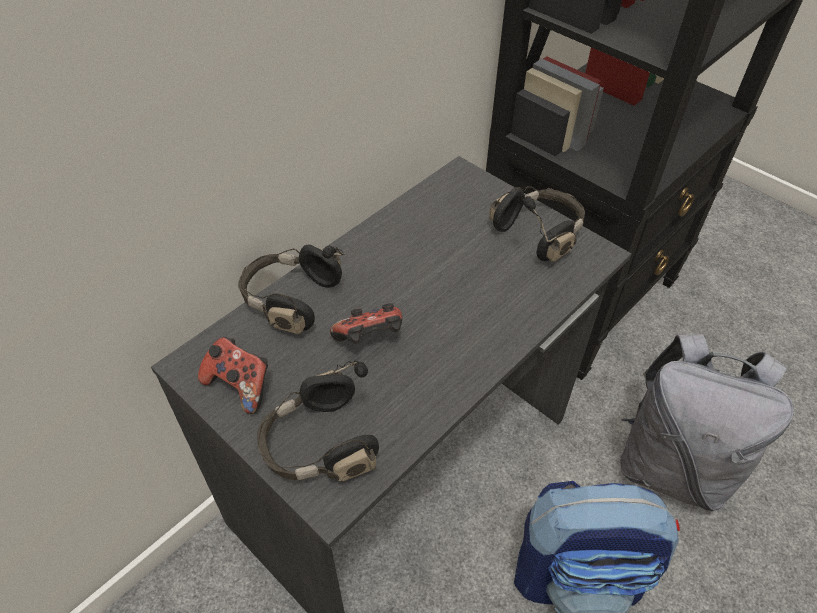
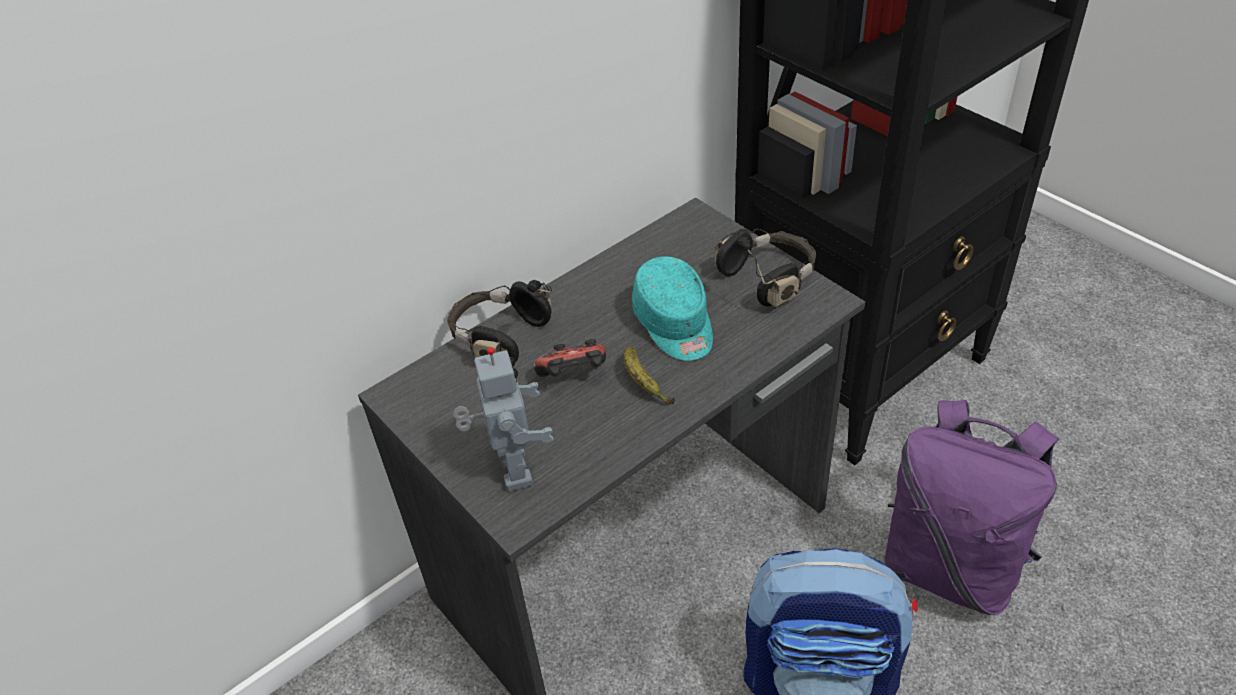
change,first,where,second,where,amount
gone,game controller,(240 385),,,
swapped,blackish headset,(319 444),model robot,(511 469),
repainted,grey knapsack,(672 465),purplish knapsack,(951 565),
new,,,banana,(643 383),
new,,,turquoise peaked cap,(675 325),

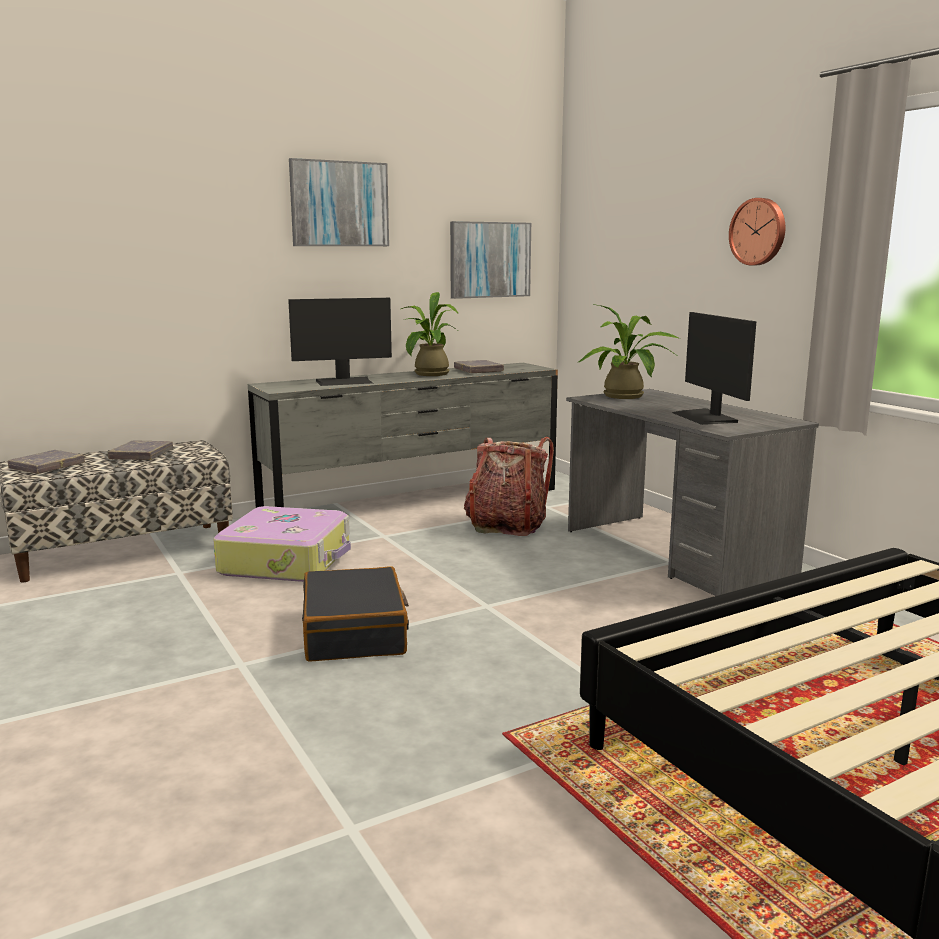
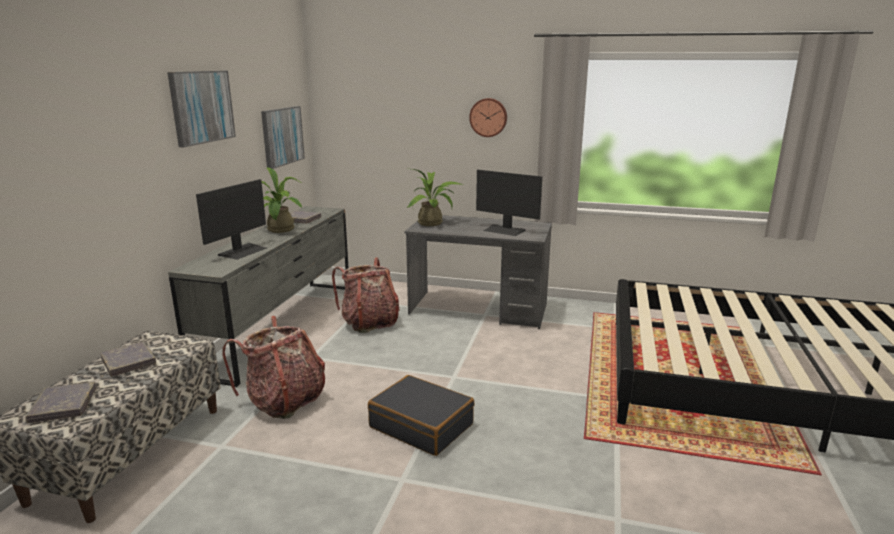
change,first,where,second,where,amount
swapped,travel case,(287 561),knapsack,(284 401),

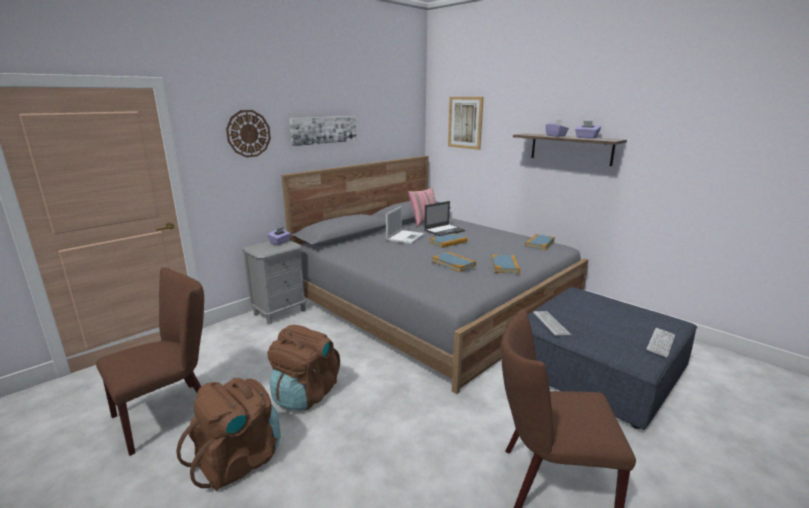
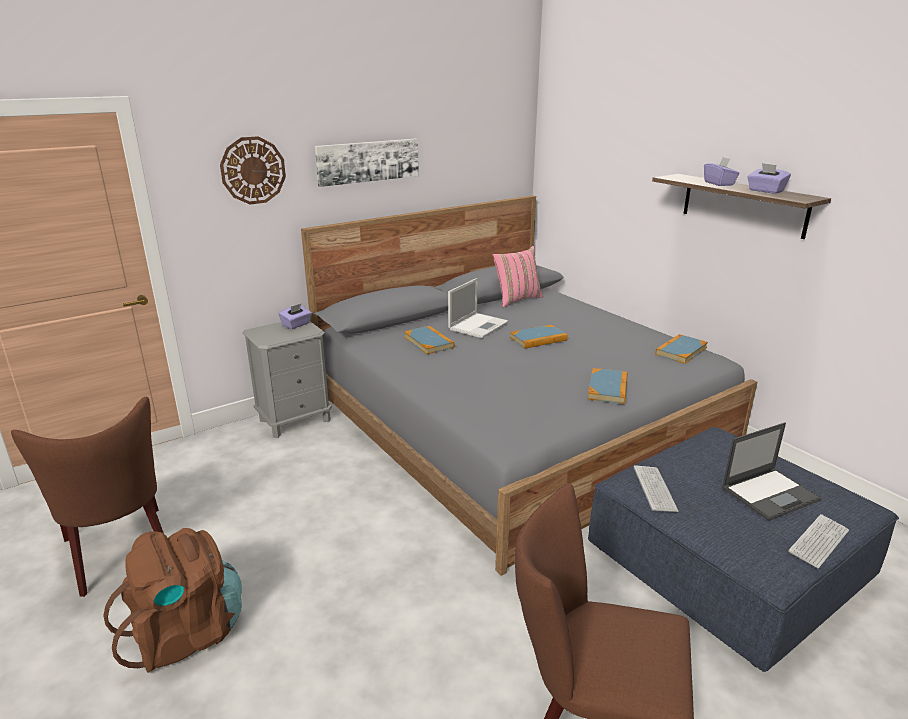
change,first,where,second,where,amount
rotated,brown-coloured upright chair,(171 412),,(121 554),90 degrees clockwise
gone,brown-coloured knapsack,(305 394),,,
shifted,notebook computer,(444 230),,(770 493),
shifted,bound book,(453 263),,(428 342),
gone,picture,(465 122),,,

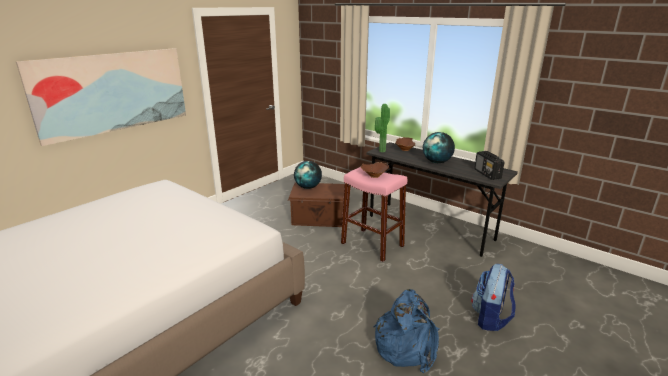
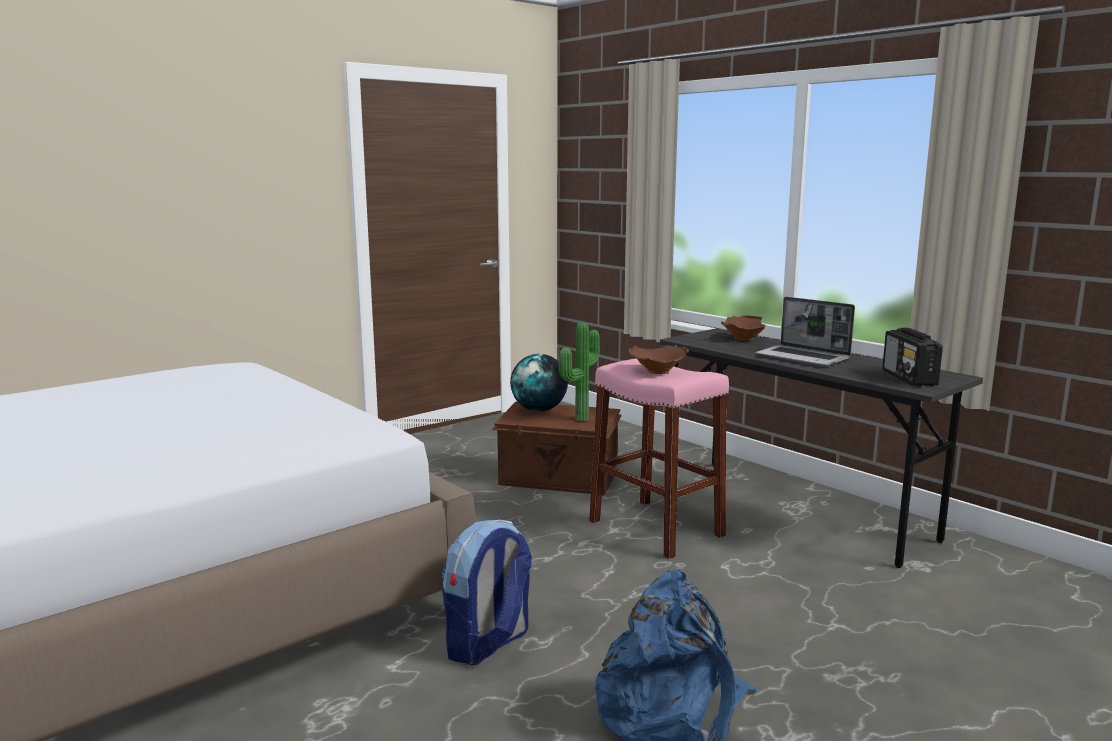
change,first,where,second,where,amount
gone,picture,(113 92),,,
shifted,houseplant,(381 151),,(579 418),
swapped,desk globe,(437 162),notebook computer,(803 358),
shifted,knapsack,(490 318),,(488 644),

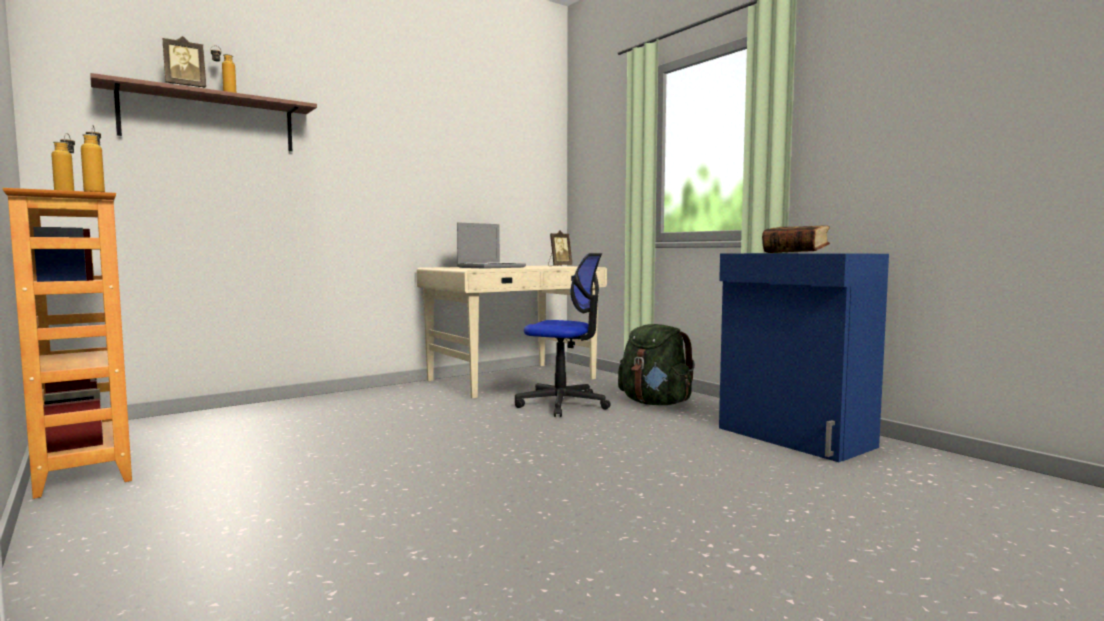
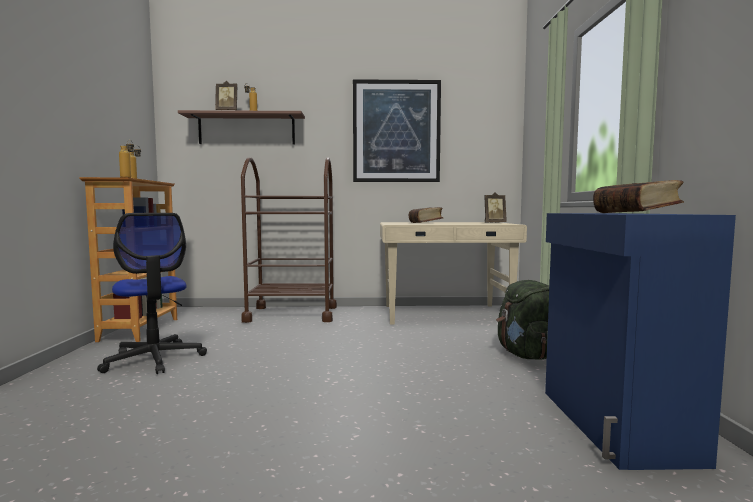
change,first,where,second,where,amount
swapped,notebook computer,(491 267),bound book,(425 223),
shifted,desk chair,(563 404),,(154 359),
new,,,brown-coloured trolley,(292 314),
new,,,picture,(396 131),

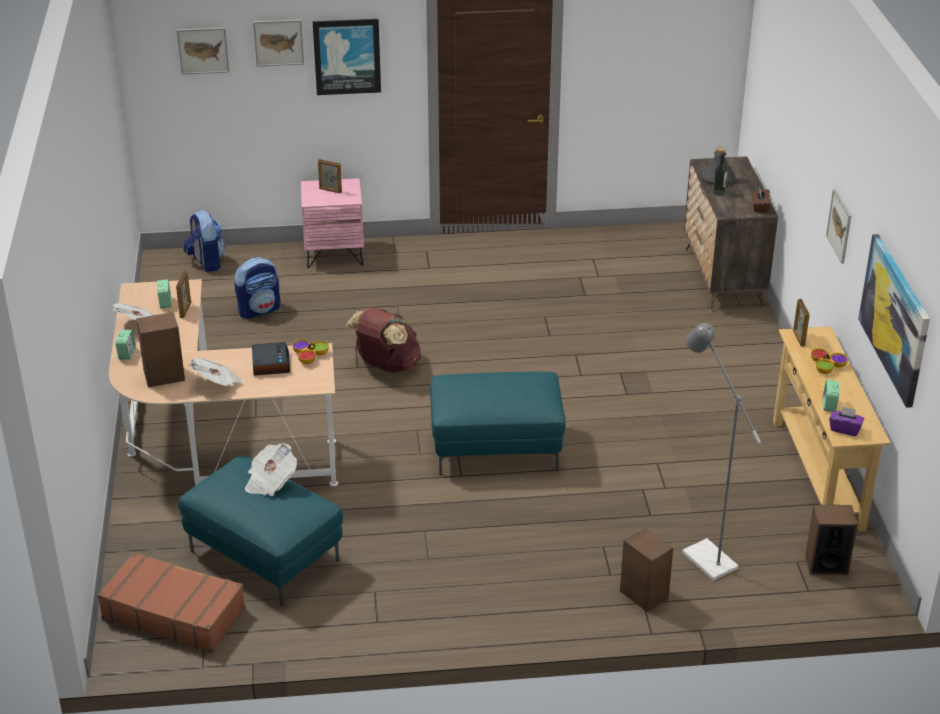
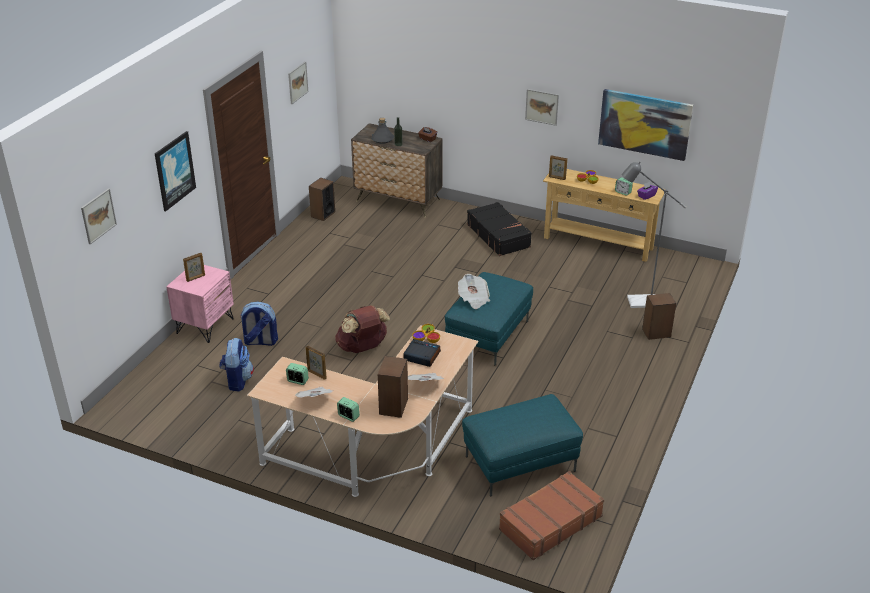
change,first,where,second,where,amount
shifted,knapsack,(206 262),,(260 341),
shifted,printed paper,(270 481),,(473 299),
shifted,picture,(278 42),,(297 82),
shifted,speaker,(826 564),,(323 214),
new,,,blackish travel case,(498 236),

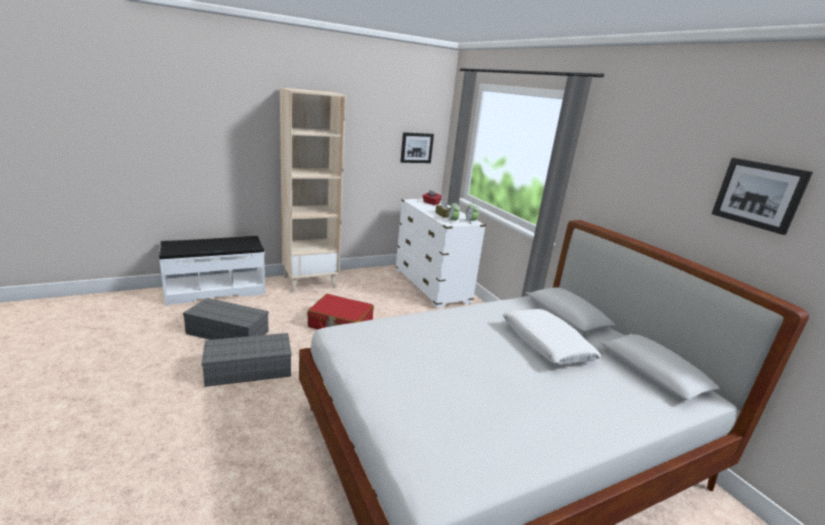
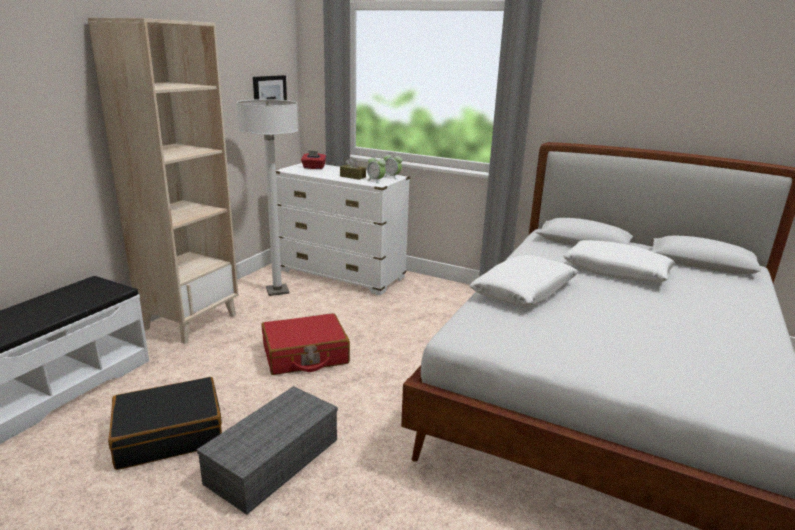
change,first,where,second,where,amount
swapped,grey storage bin,(226 332),blackish travel case,(169 434),
gone,picture,(759 194),,,
new,,,whitish floor lamp,(277 291),
new,,,whitish pillow,(524 291),

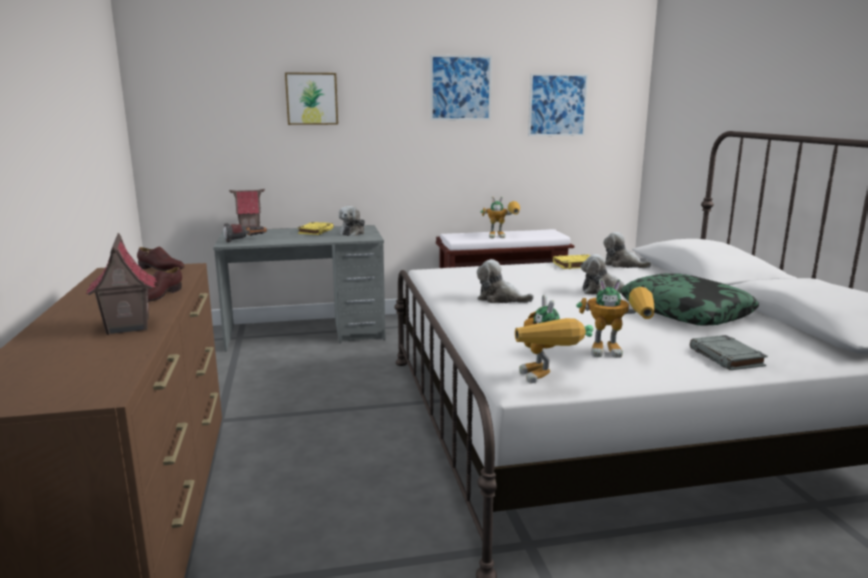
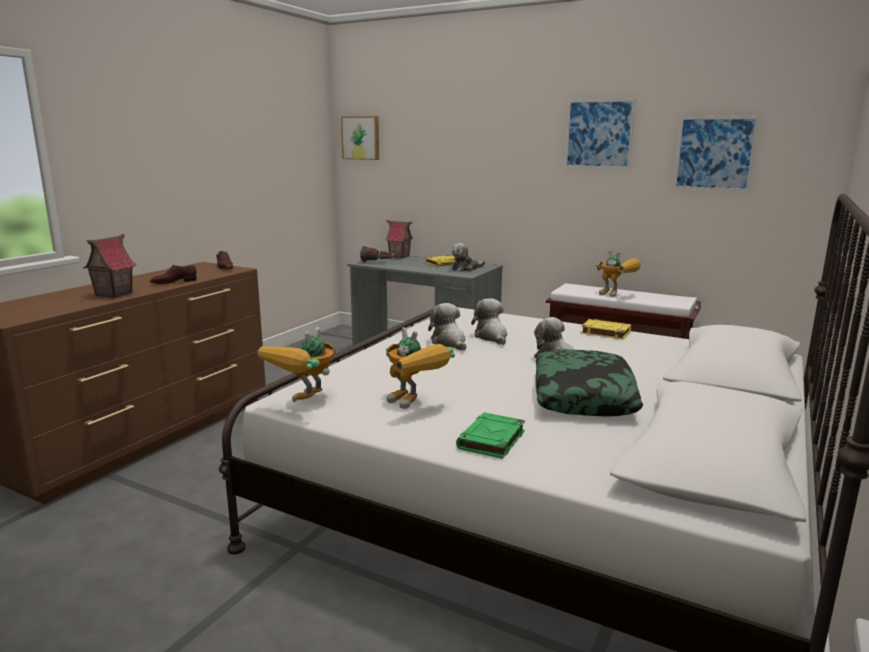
change,first,where,second,where,amount
shifted,picture,(311 99),,(361 138),
shifted,plush toy,(622 265),,(491 337),
repainted,grey bound book,(727 357),green bound book,(491 440),

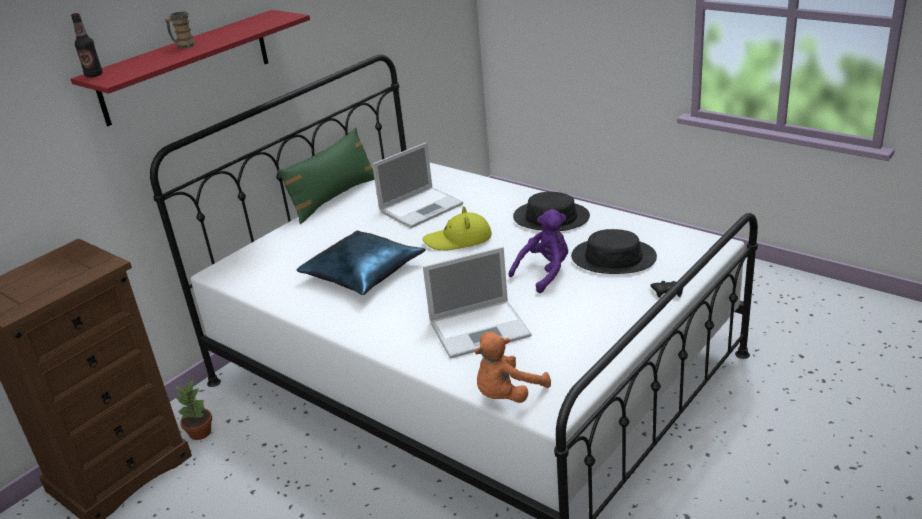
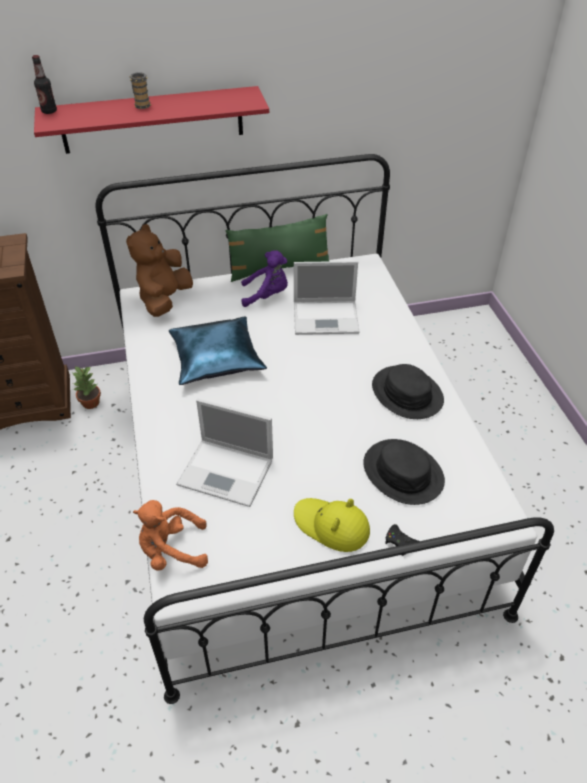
change,first,where,second,where,amount
shifted,yellowish clothing hat,(458 239),,(331 526),
shifted,purplish plush toy,(545 273),,(267 295),
new,,,brown-coloured plush toy,(164 300),

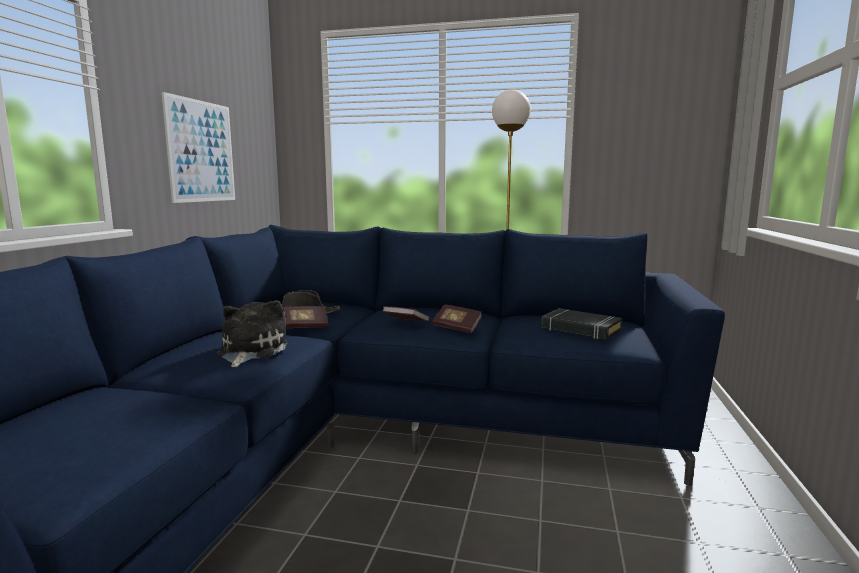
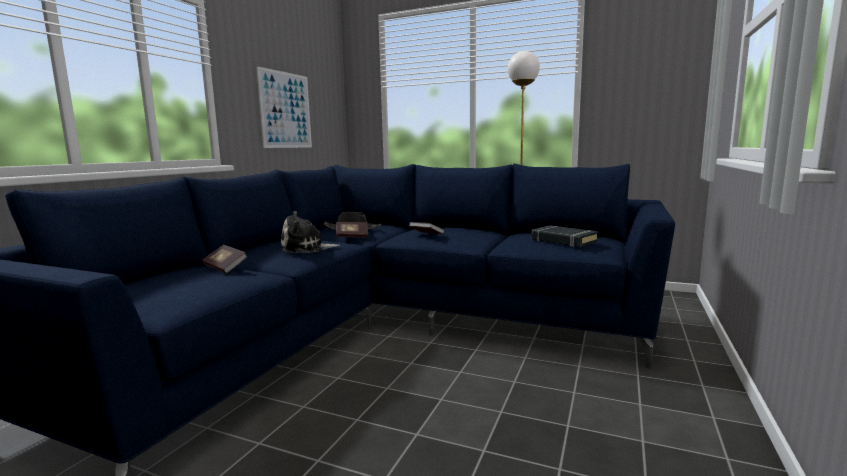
change,first,where,second,where,amount
rotated,plush toy,(250 351),,(306 248),120 degrees counterclockwise
shifted,bound book,(457 328),,(225 268),

